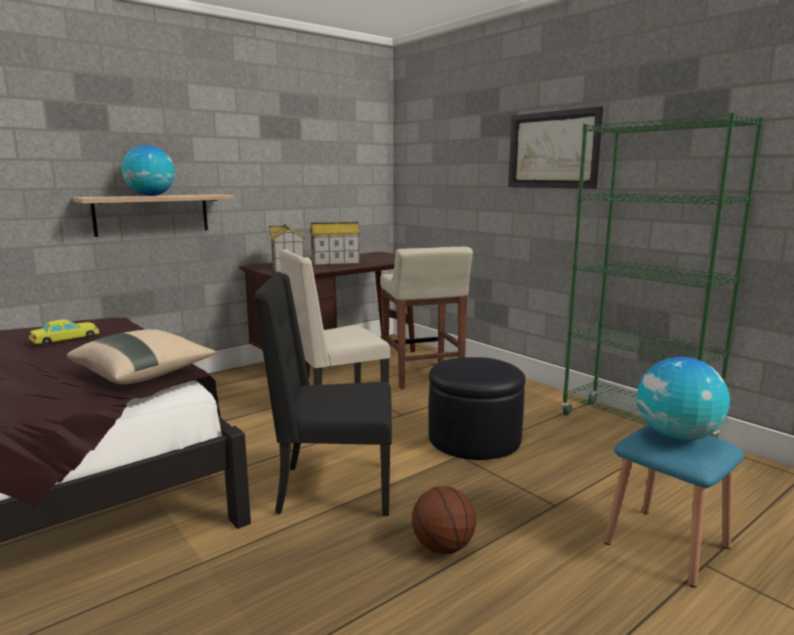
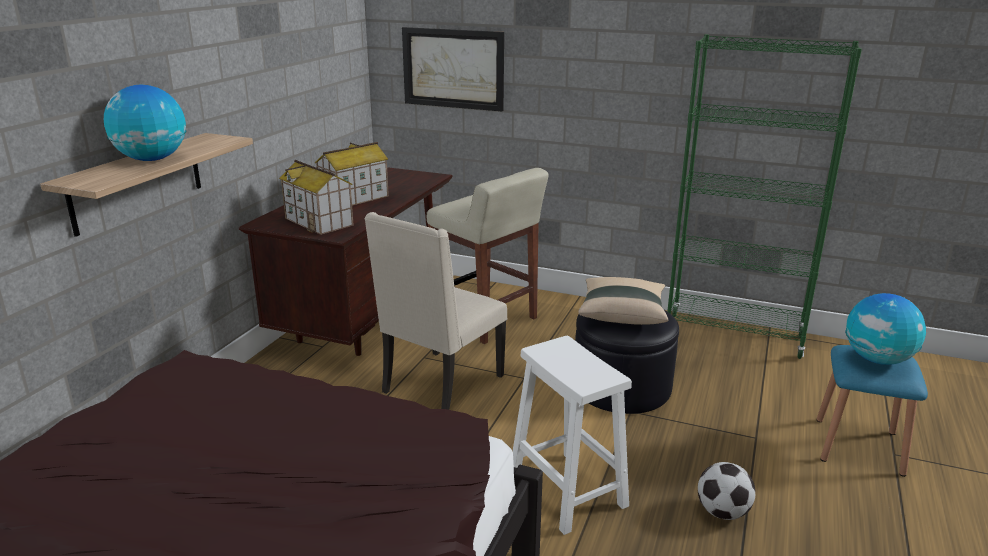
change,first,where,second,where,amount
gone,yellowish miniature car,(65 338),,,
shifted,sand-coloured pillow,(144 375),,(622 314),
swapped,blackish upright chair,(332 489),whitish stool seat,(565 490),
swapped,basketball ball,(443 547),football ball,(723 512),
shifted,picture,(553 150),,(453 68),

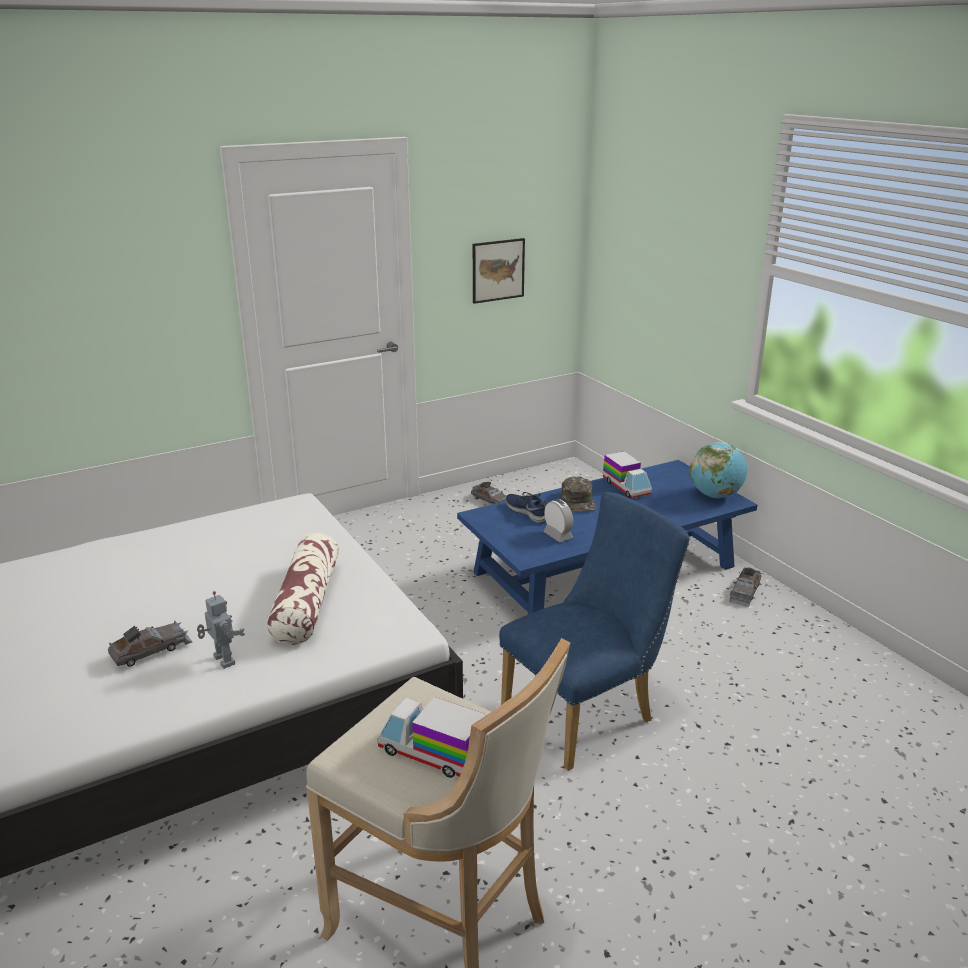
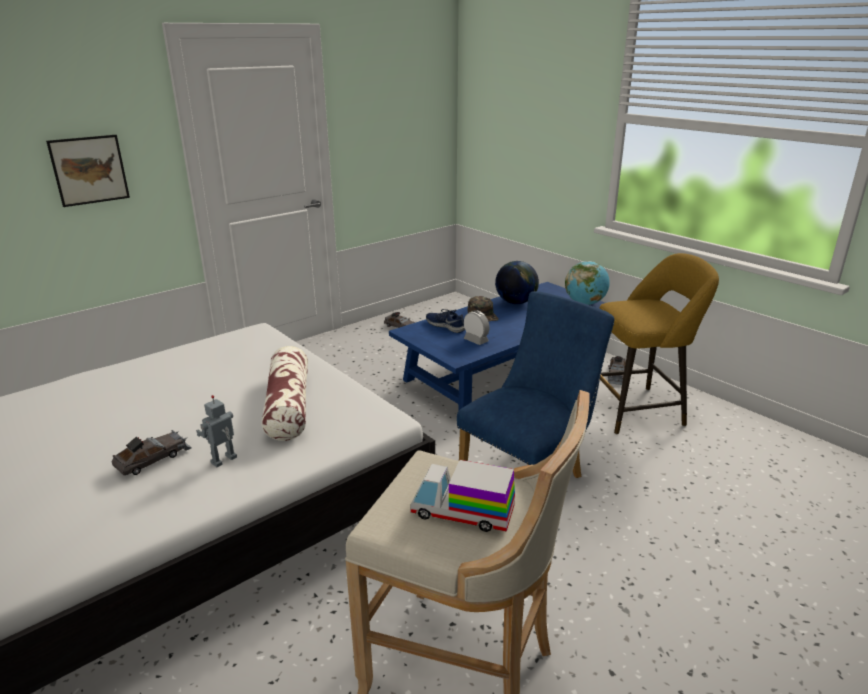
change,first,where,second,where,amount
rotated,model robot,(222 661),,(224 461),90 degrees counterclockwise
shifted,picture,(498 270),,(89 170),
swapped,toy lorry,(626 487),desk globe,(516 303),
new,,,yellowish stool seat,(638 409),

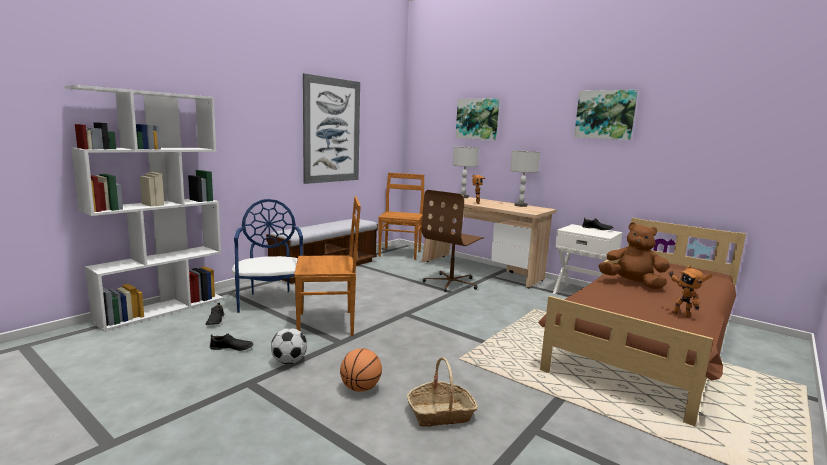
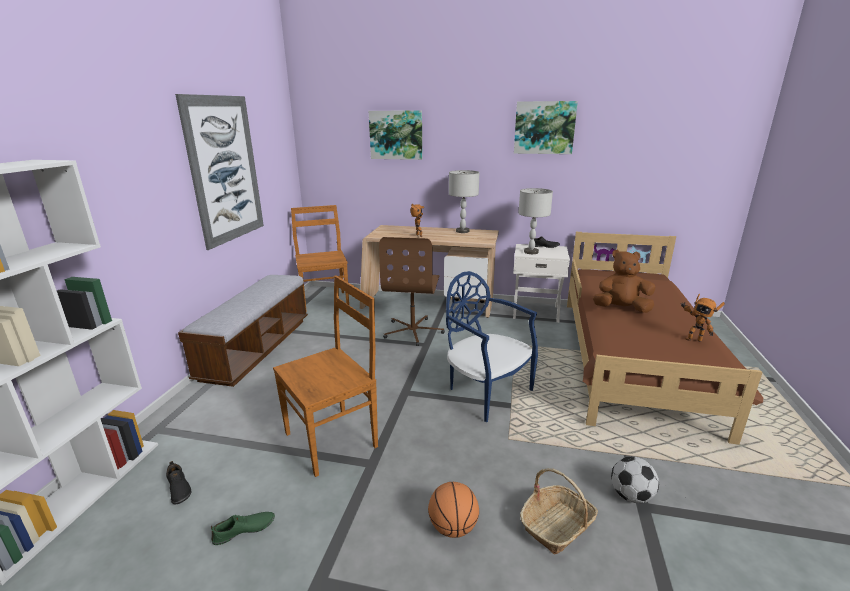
change,first,where,second,where,amount
repainted,blackish low shoe,(231 348),green low shoe,(244 531),
shifted,bluish upright chair,(271 300),,(486 392),
shifted,football ball,(289 361),,(631 495),
shifted,grey lamp for a table,(462 197),,(530 252),

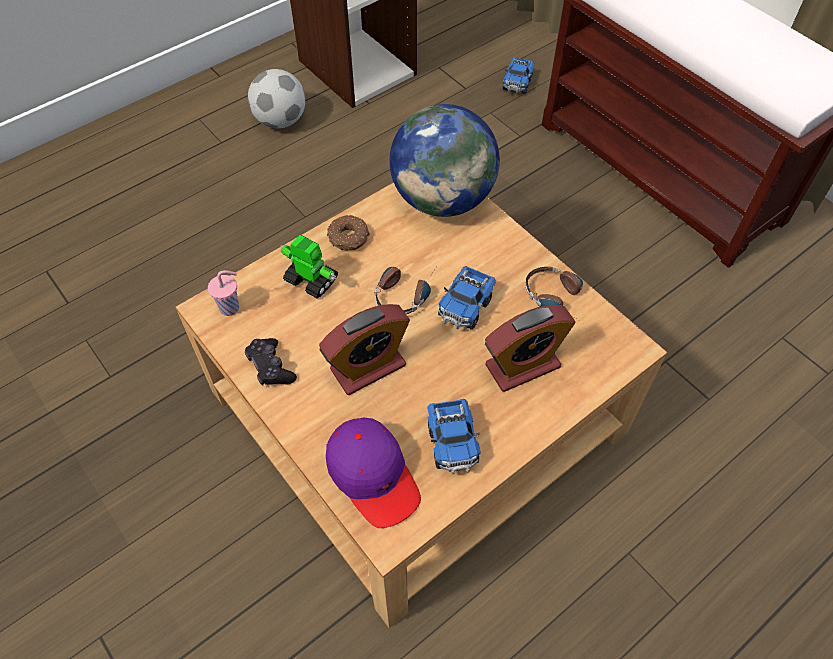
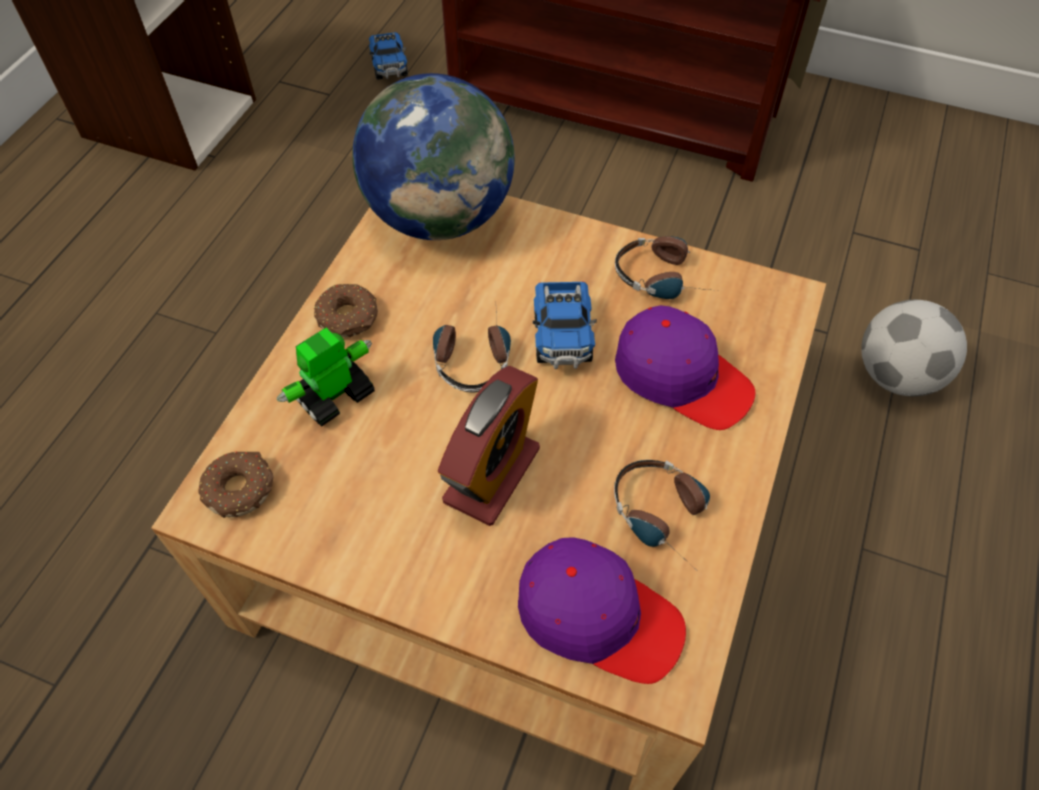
change,first,where,second,where,amount
swapped,pinkish drinking cup,(231 308),doughnut,(240 488),
gone,blackish game controller,(271 367),,,
shifted,football ball,(280 121),,(895 375),
rotated,model robot,(311 280),,(333 396),45 degrees counterclockwise
swapped,toy lorry,(452 443),headset,(667 518),
swapped,bedside clock,(522 366),purplish peaked cap,(681 377),

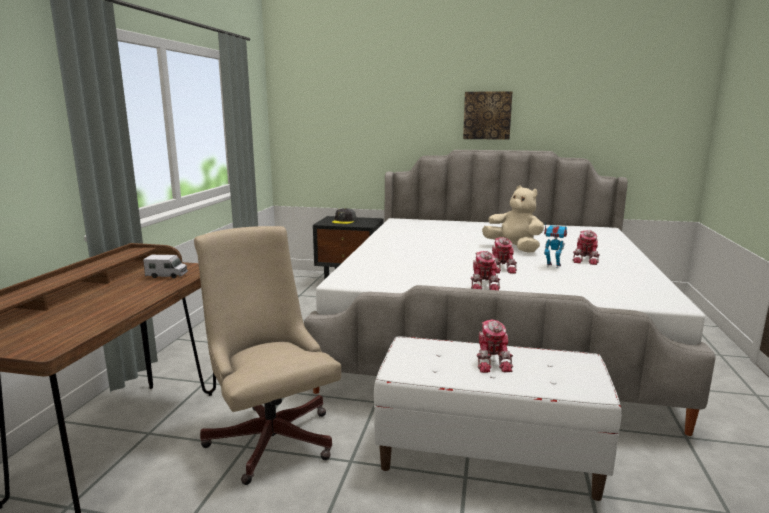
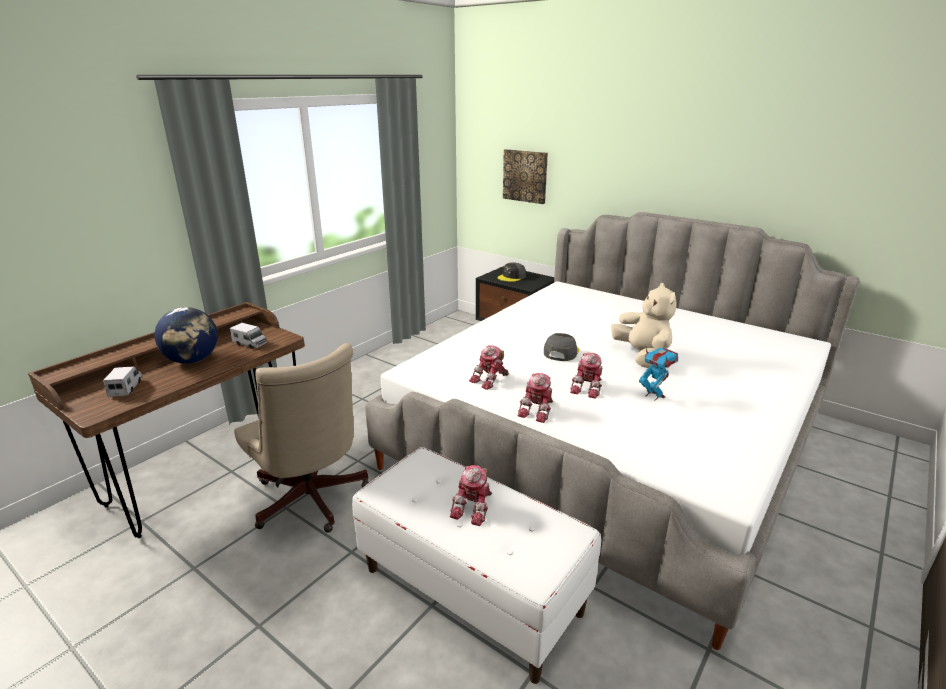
change,first,where,second,where,amount
rotated,sand-coloured desk chair,(270 435),,(311 502),150 degrees clockwise
shifted,picture,(487 115),,(525 176),
shifted,model robot,(586 260),,(491 379),
new,,,toy lorry,(126 388),
new,,,desk globe,(193 360),
new,,,grey peaked cap,(561 352),

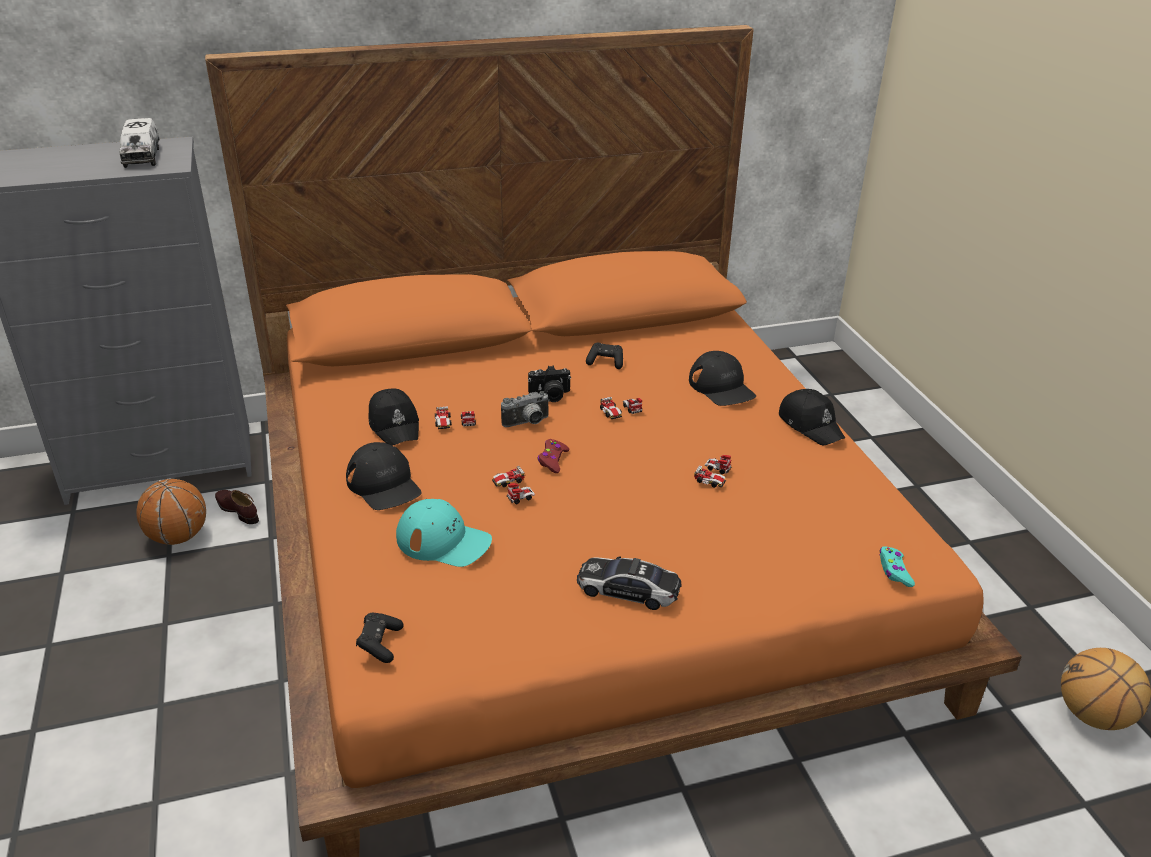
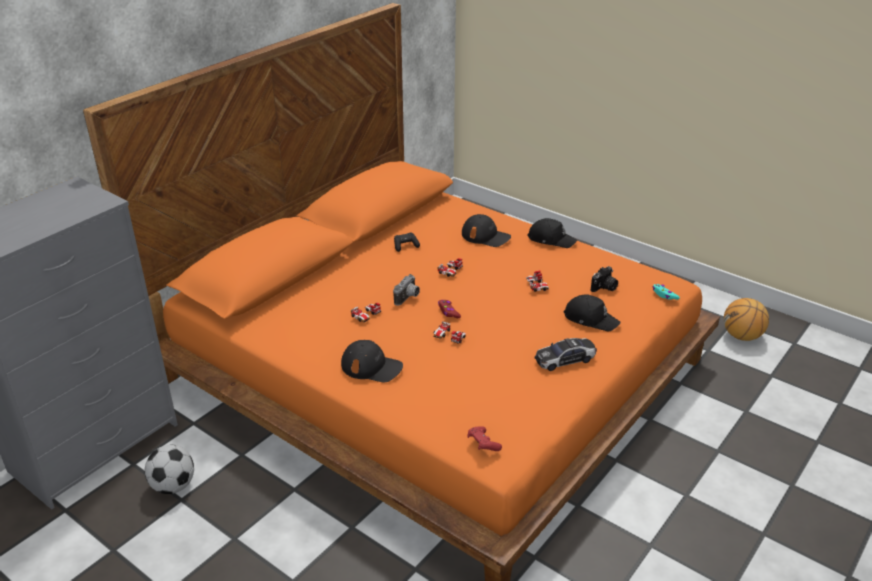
change,first,where,second,where,amount
gone,toy lorry,(142 156),,,
swapped,basketball ball,(178 537),football ball,(173 486),
gone,brown-coloured low shoe,(237 510),,,
repainted,blackish game controller,(380 644),reddish game controller,(483 444),
shifted,blackish peaked cap,(395 425),,(590 319),
gone,turquoise peaked cap,(444 541),,,
shifted,photo camera,(550 395),,(604 287),

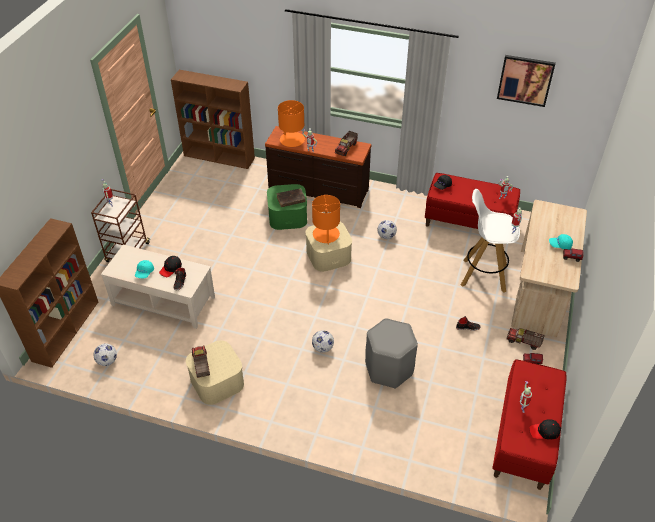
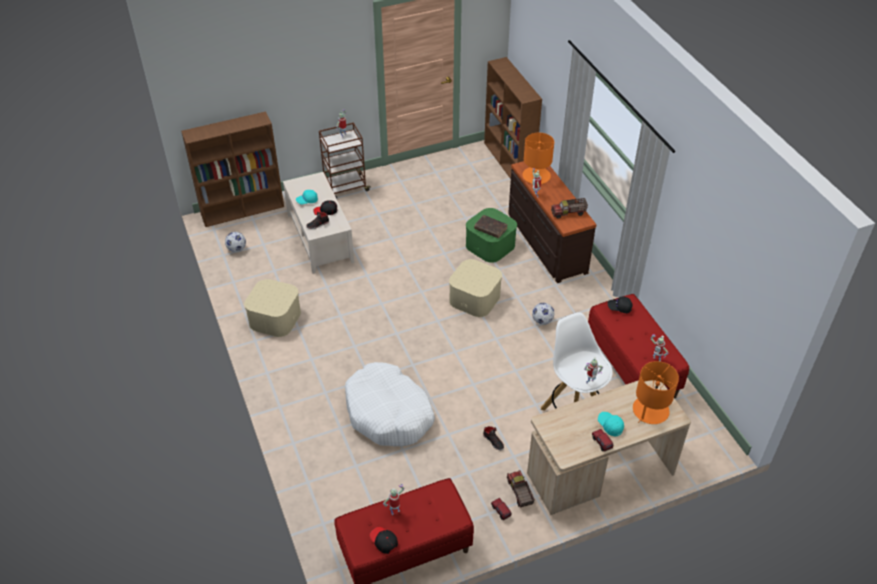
change,first,where,second,where,amount
gone,toy lorry,(201 365),,,
shifted,orangey lamp for a table,(326 234),,(650 410),
gone,football ball,(322 348),,,
swapped,grey stool seat,(388 369),whitish pet bed,(389 413),
gone,picture,(525 80),,,

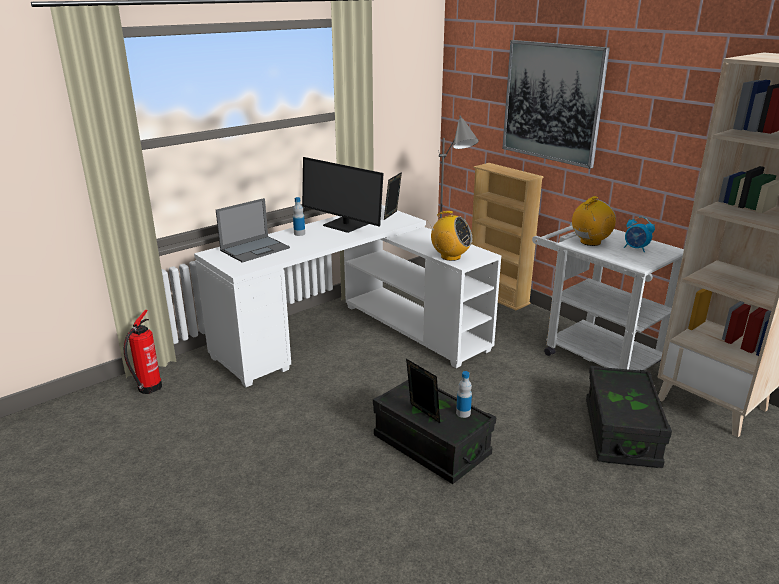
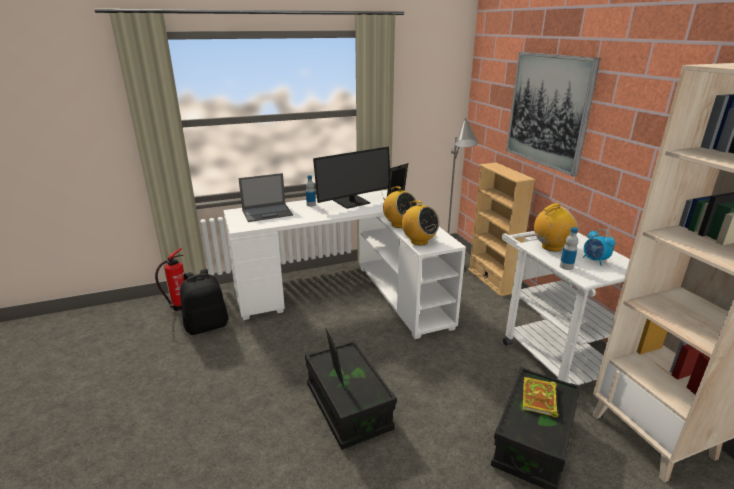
change,first,where,second,where,amount
rotated,computer screen,(345 225),,(352 202),90 degrees counterclockwise
shifted,beverage bottle,(463 413),,(566 267),
new,,,blackish knapsack,(207 326),
new,,,radio receiver,(399 224),
new,,,bound book,(540 399),

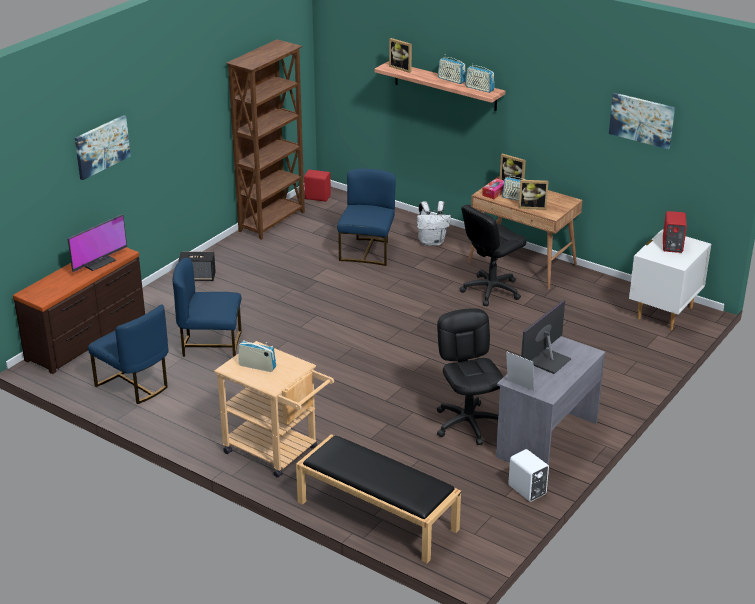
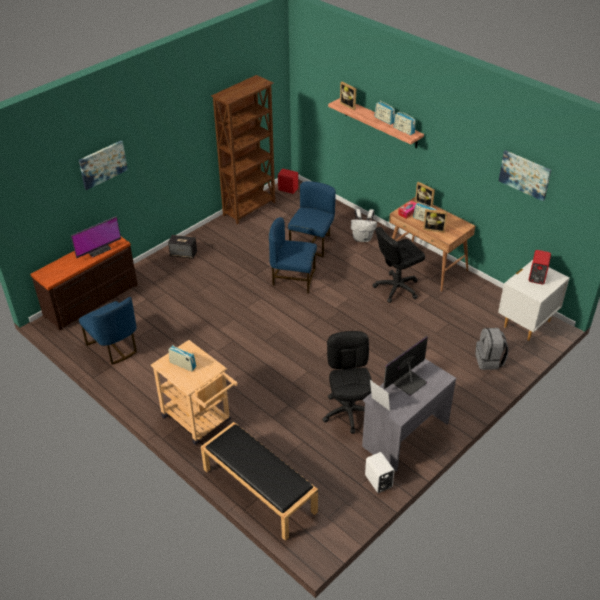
change,first,where,second,where,amount
shifted,bluish upright chair,(211 346),,(293 279),
new,,,grey knapsack,(489 361),

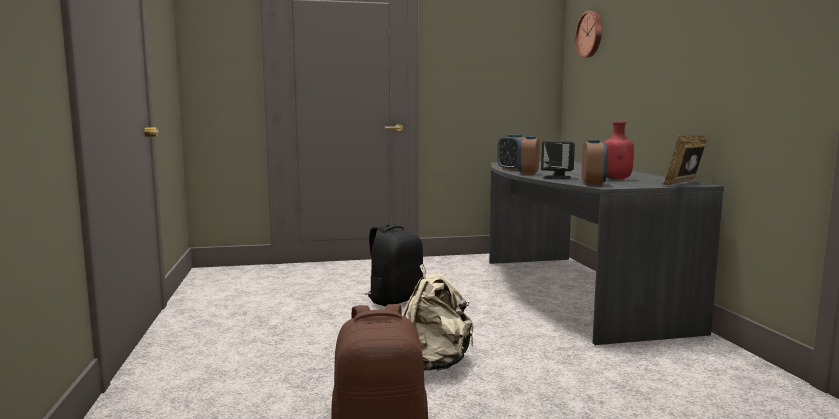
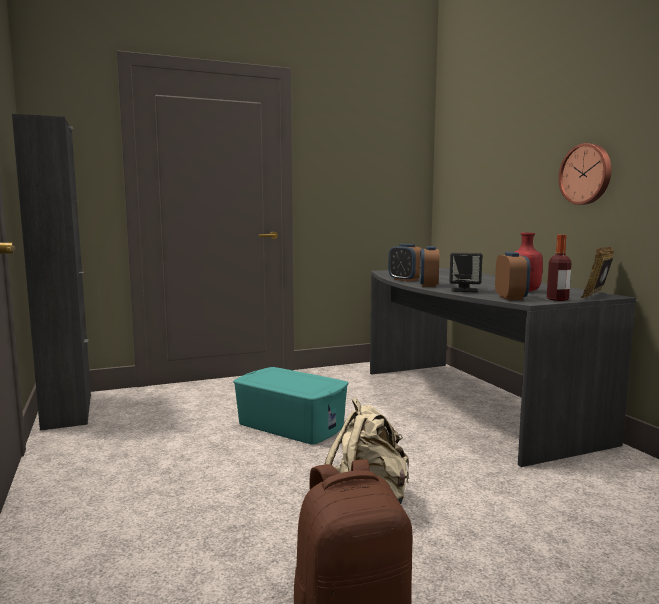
change,first,where,second,where,amount
swapped,blackish knapsack,(395 300),turquoise storage bin,(291 425),
shifted,clock on the wall,(590 34),,(586 174),
new,,,blackish storage cabinet,(67 411),
new,,,beverage bottle,(557 299),

